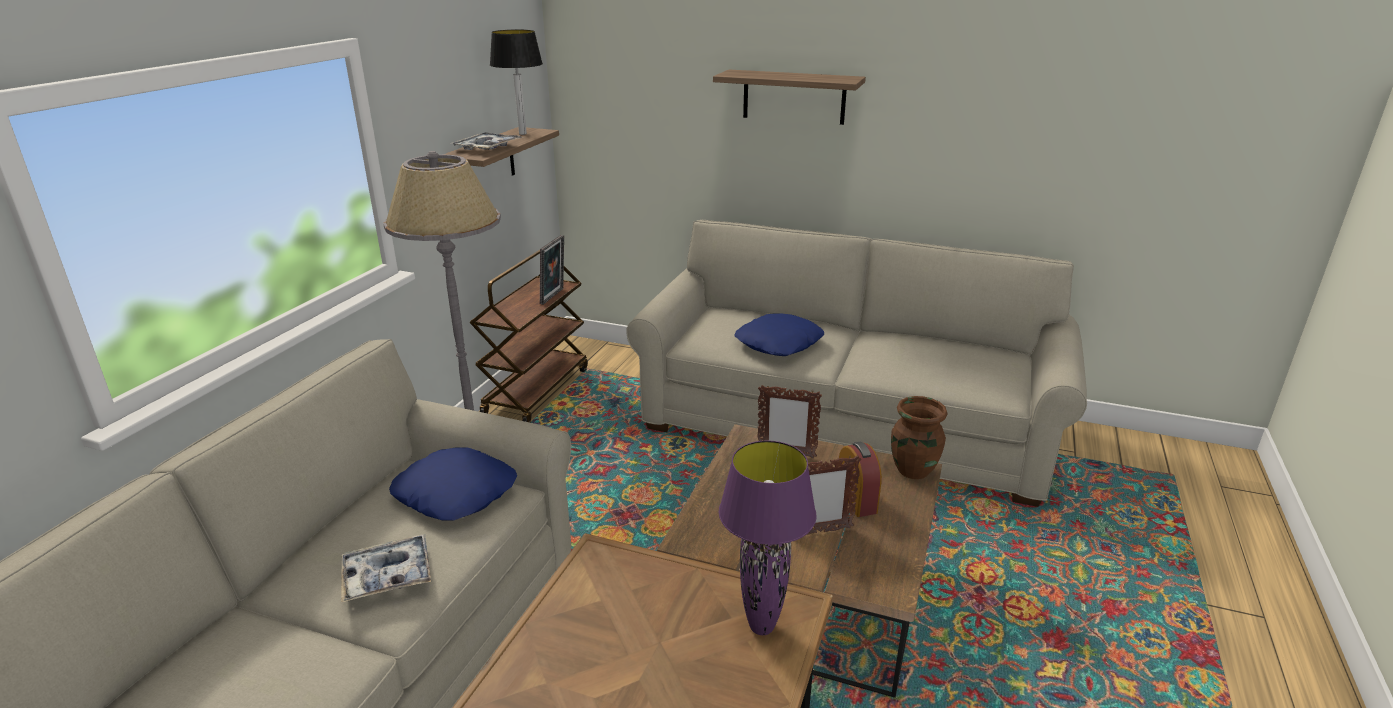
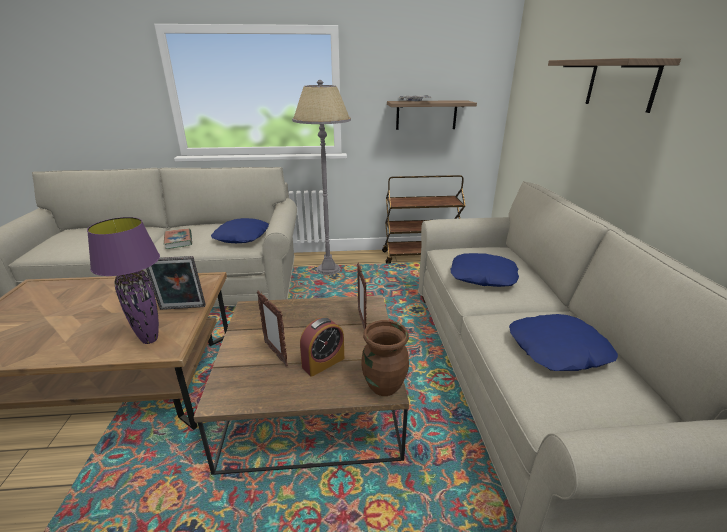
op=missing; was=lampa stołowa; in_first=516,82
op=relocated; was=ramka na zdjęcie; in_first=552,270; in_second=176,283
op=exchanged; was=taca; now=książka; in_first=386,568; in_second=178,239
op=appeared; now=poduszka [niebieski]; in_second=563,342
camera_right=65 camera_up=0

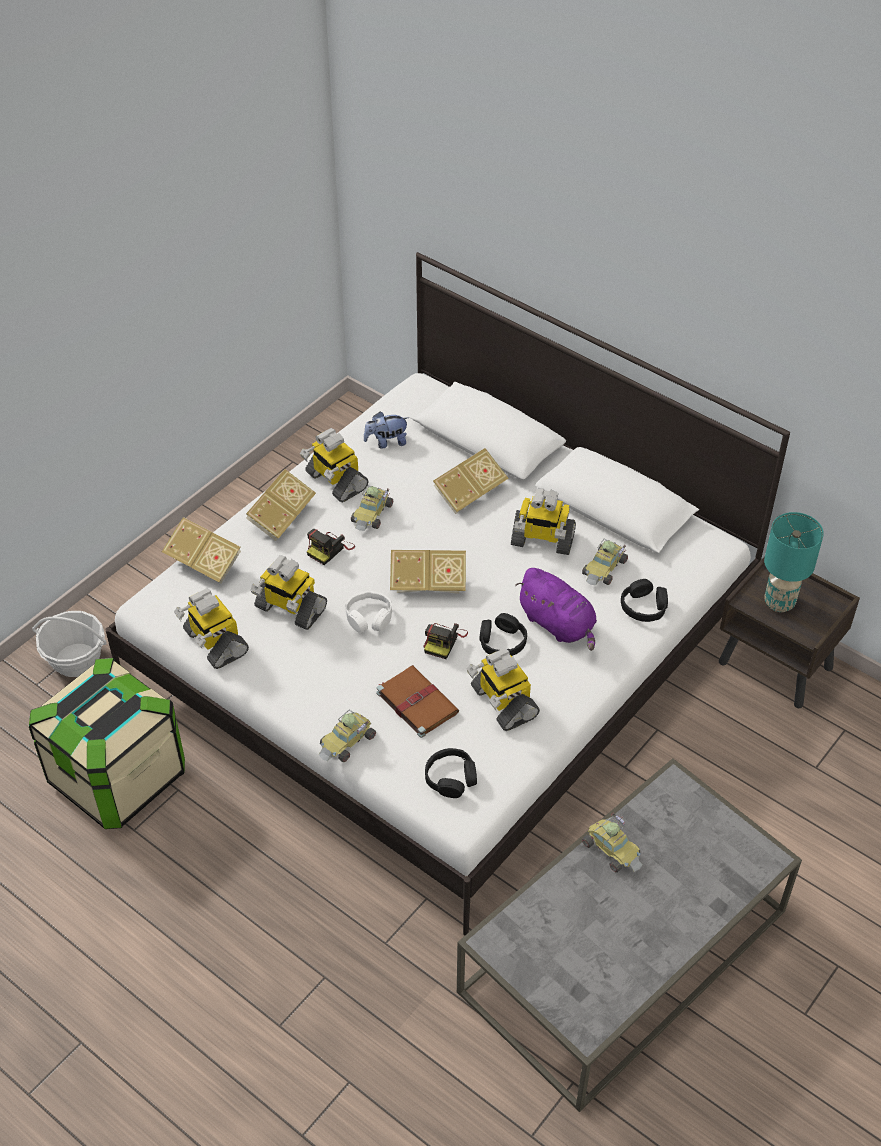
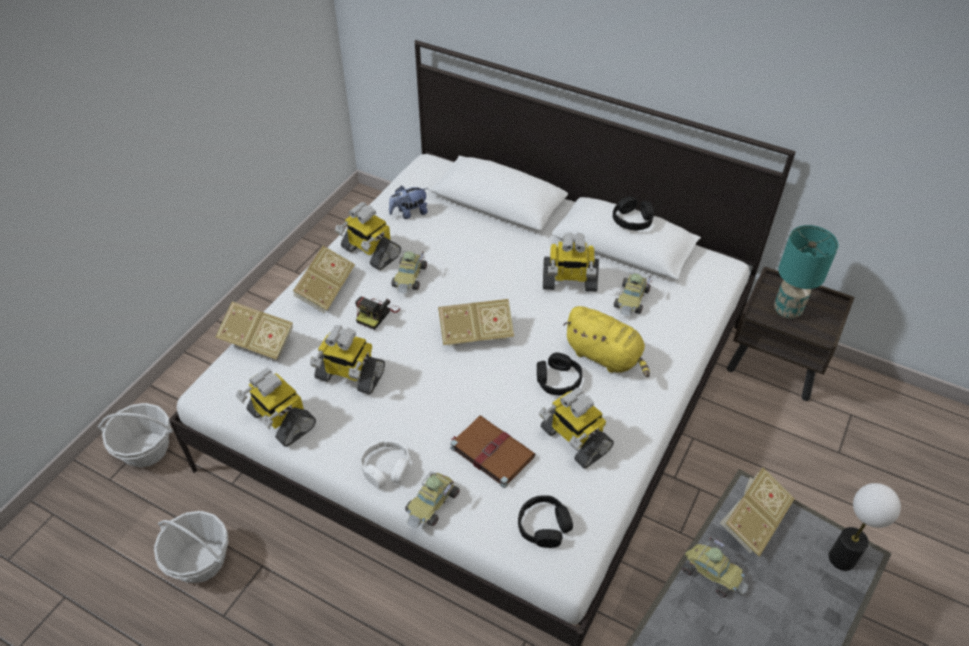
op=relocated; was=książka; in_first=471,481; in_second=757,512
op=colour; was=pluszak [fioletowy]; now=pluszak [żółty]; in_first=556,609; in_second=606,342
op=relocated; was=słuchawki [czarny]; in_first=644,600; in_second=633,213
op=relocated; was=słuchawki [biały]; in_first=369,612; in_second=385,463
op=missing; was=aparat fotograficzny; in_first=445,641
op=exchanged; was=pojemnik do przechowywania; now=koszyk; in_first=107,743; in_second=191,547
op=appeared; now=lampa stołowa; in_second=865,527
camera_right=-10 camera_up=0

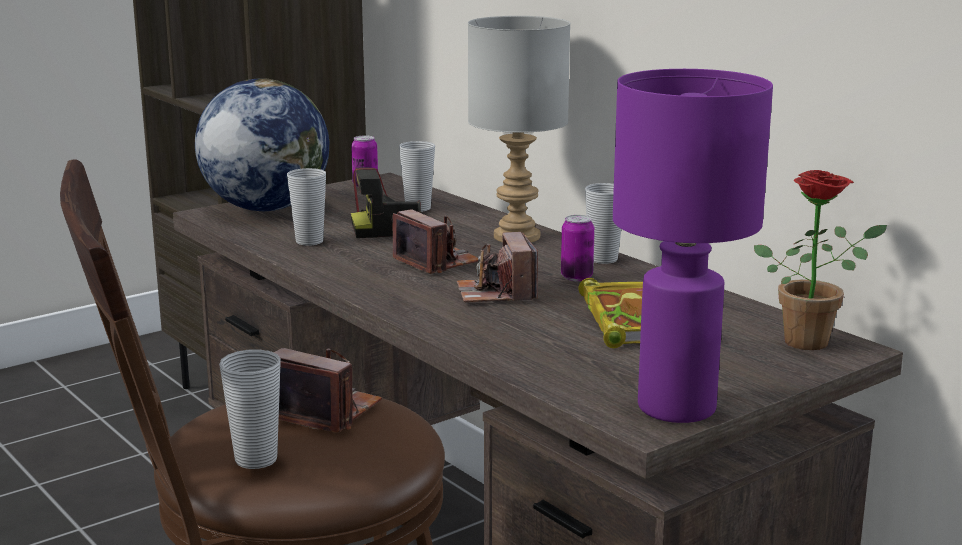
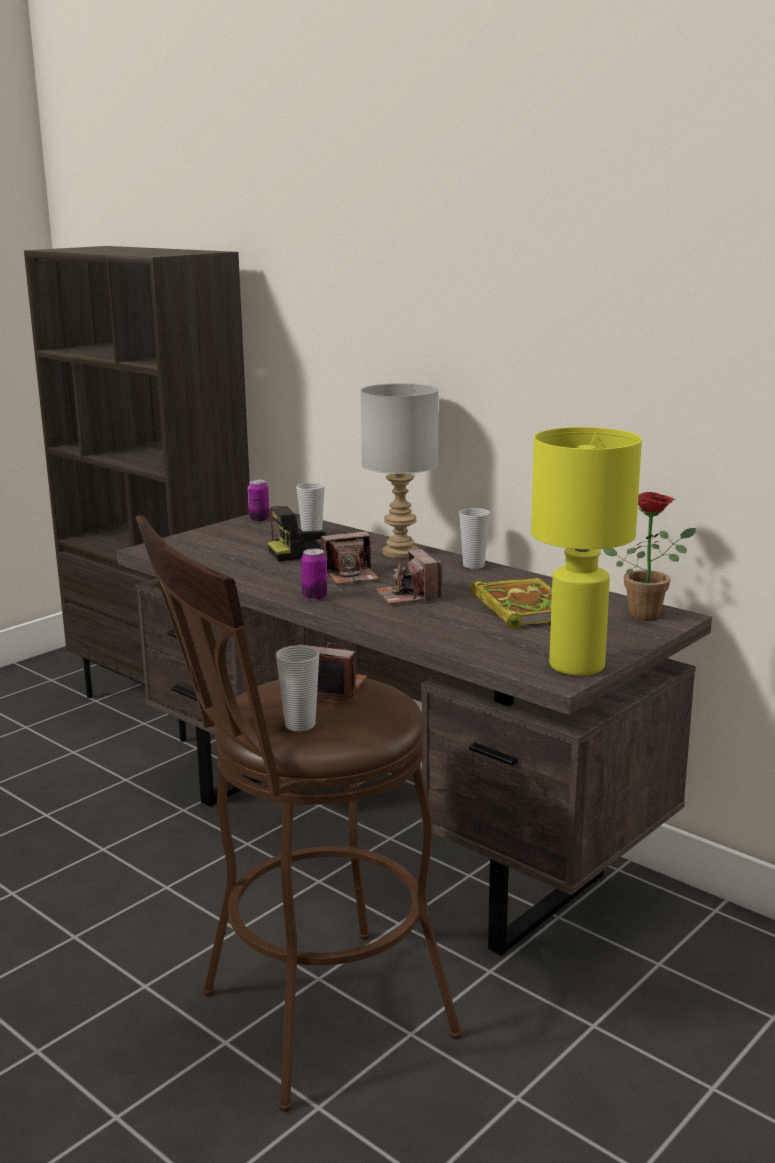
op=colour; was=lampa stołowa [fioletowy]; now=lampa stołowa [żółty]; in_first=693,246; in_second=586,551
op=missing; was=globus; in_first=262,144
op=missing; was=filiżanka; in_first=306,207
op=spun; was=aparat fotograficzny; in_first=435,242; in_second=350,557; clockwise=120
op=relocated; was=puszka; in_first=578,248; in_second=314,575
camera_right=-10 camera_up=0

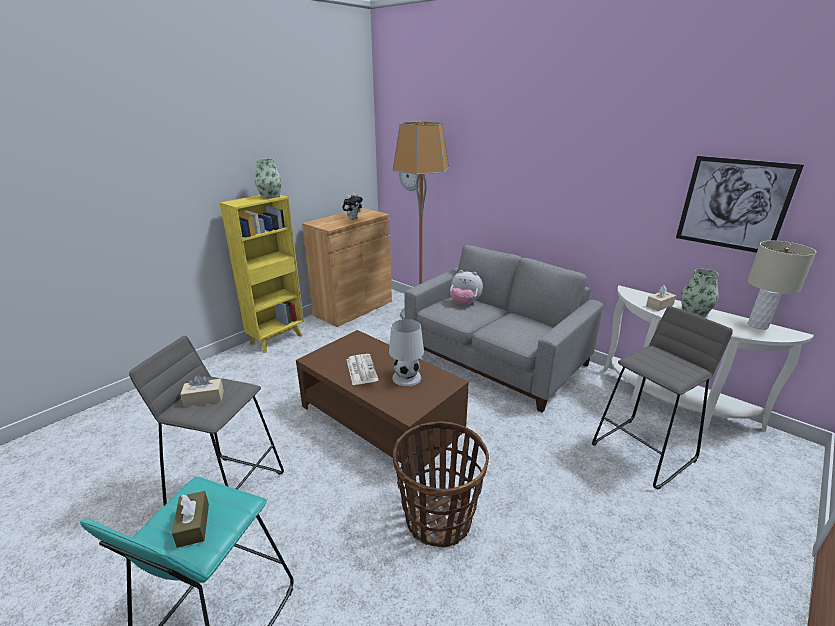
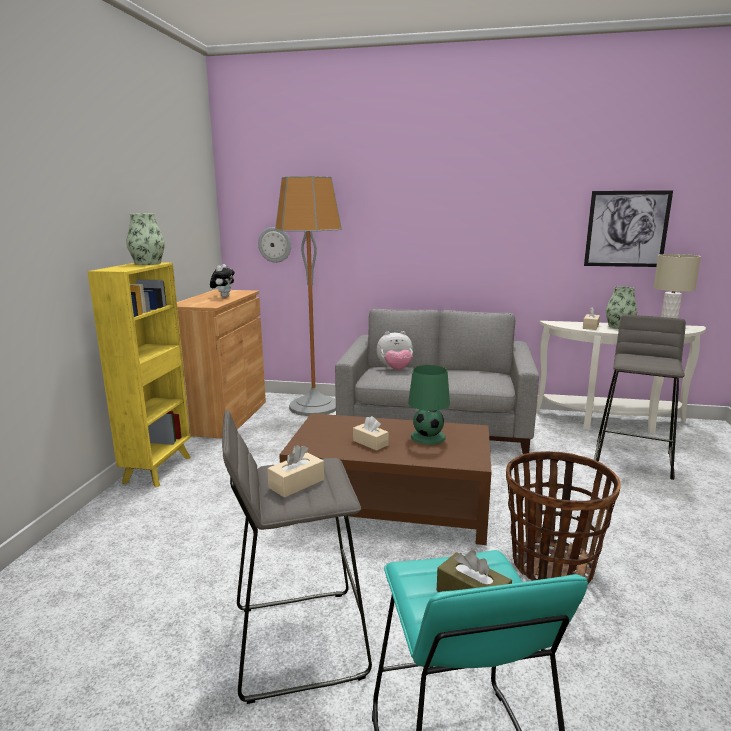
op=colour; was=lampa stołowa [biały]; now=lampa stołowa [zielony]; in_first=406,352; in_second=429,405
op=exchanged; was=gazeta; now=pudełko chusteczek [beżowy]; in_first=362,369; in_second=371,433
camera_right=-30 camera_up=-10

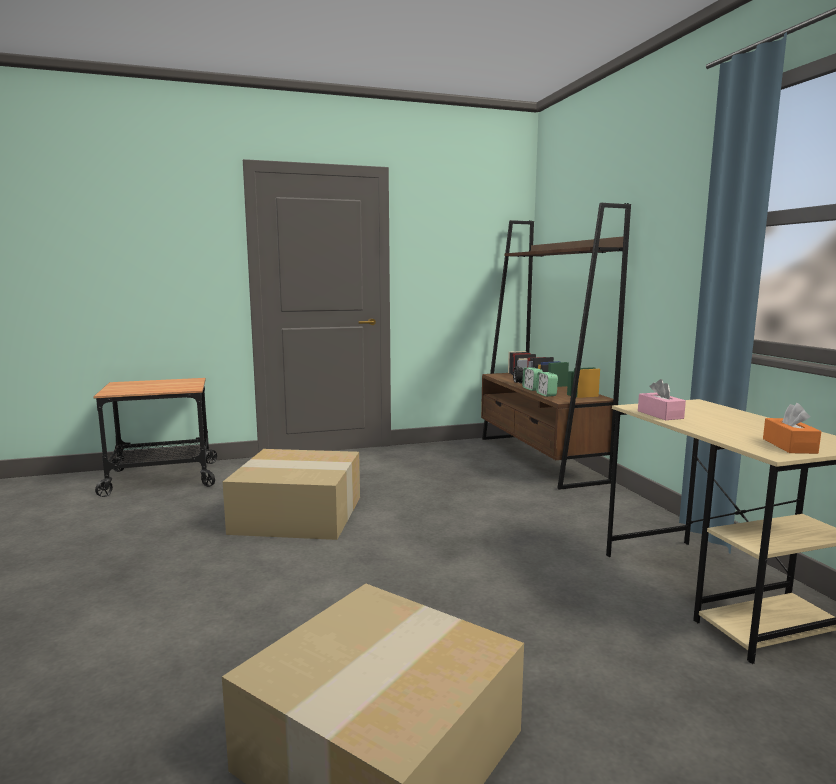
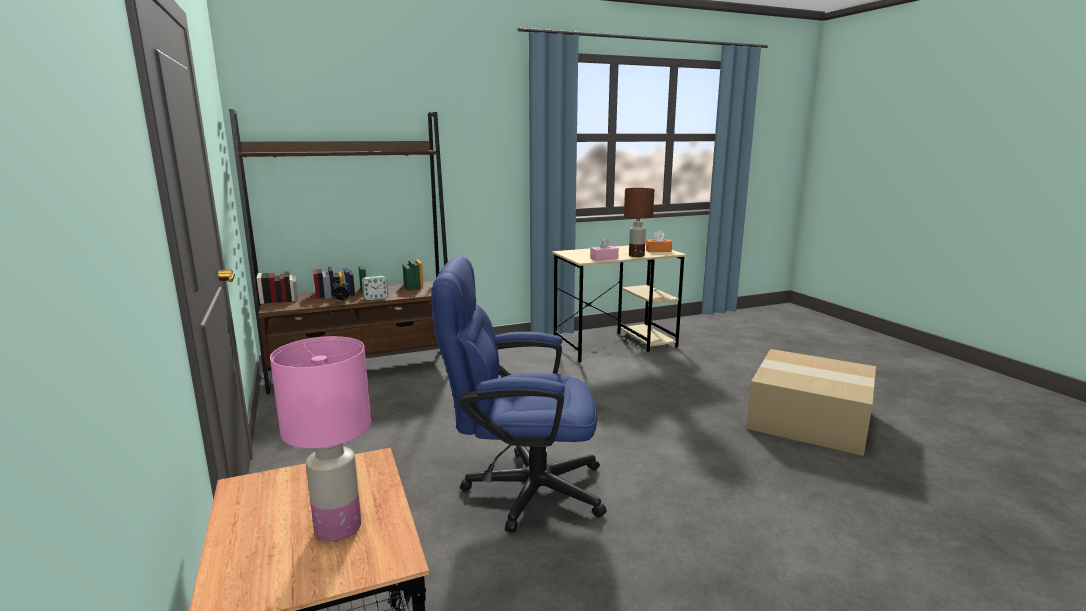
op=missing; was=budzik; in_first=547,384
op=exchanged; was=karton; now=krzesło biurowe [niebieski]; in_first=291,494; in_second=518,394
op=appeared; now=lampa stołowa [brązowy]; in_second=639,222
op=appeared; now=lampa stołowa [różowy]; in_second=320,438
camera_right=-95 camera_up=5

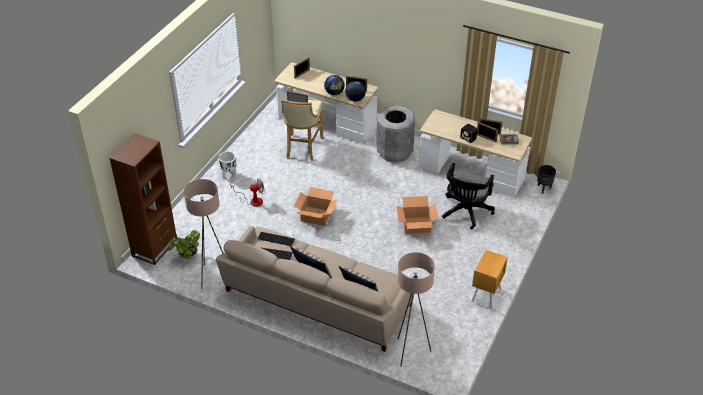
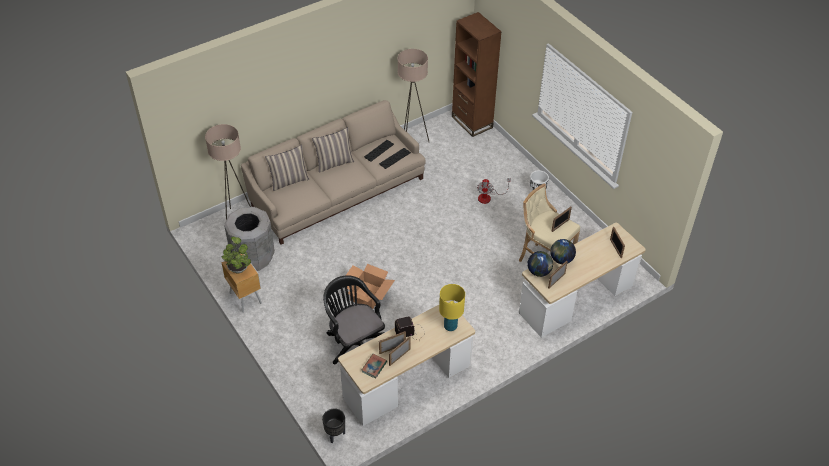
op=relocated; was=kosz na śmieci [szary]; in_first=396,134; in_second=249,239
op=missing; was=karton; in_first=315,206
op=relocated; was=roślina doniczkowa; in_first=184,244; in_second=236,255
op=appeared; now=lampa stołowa [żółty]; in_second=452,307
camera_right=120 camera_up=5

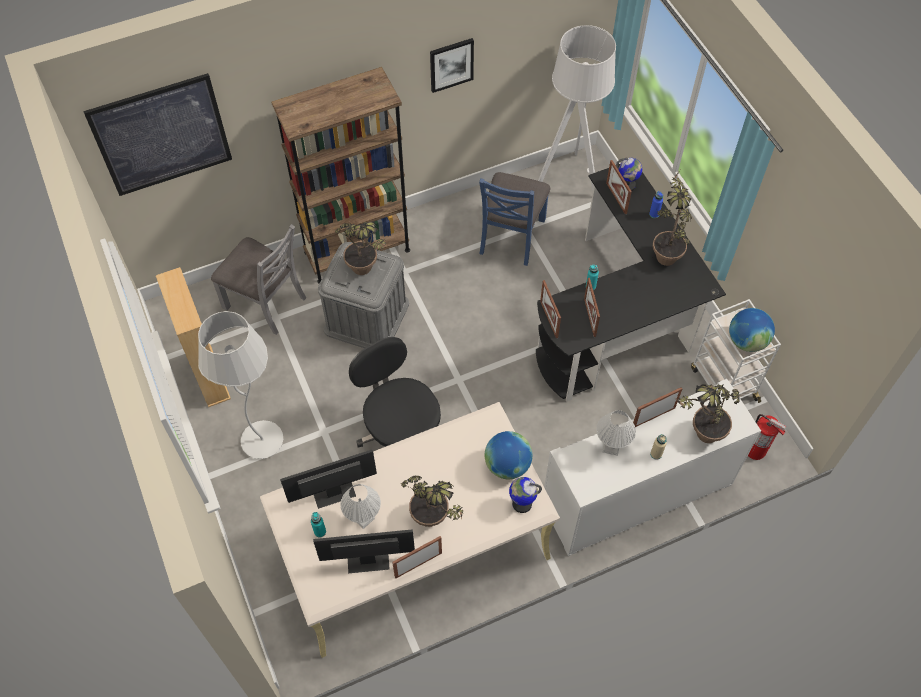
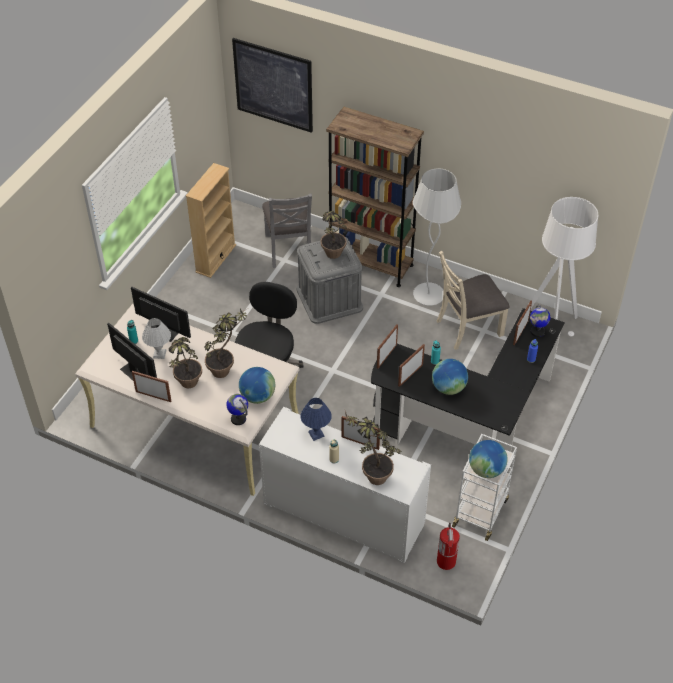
op=missing; was=obraz; in_first=452,65
op=relocated; was=roślina doniczkowa; in_first=672,218; in_second=225,343
op=colour; was=krzesło [niebieski]; now=krzesło [beżowy]; in_first=514,219; in_second=473,300
op=relocated; was=lampa stojąca [biały]; in_first=240,385; in_second=437,237
op=colour; was=lampa stołowa [biały]; now=lampa stołowa [niebieski]; in_first=616,433; in_second=316,419
op=appeared; now=globus; in_second=450,377
camera_right=50 camera_up=-10

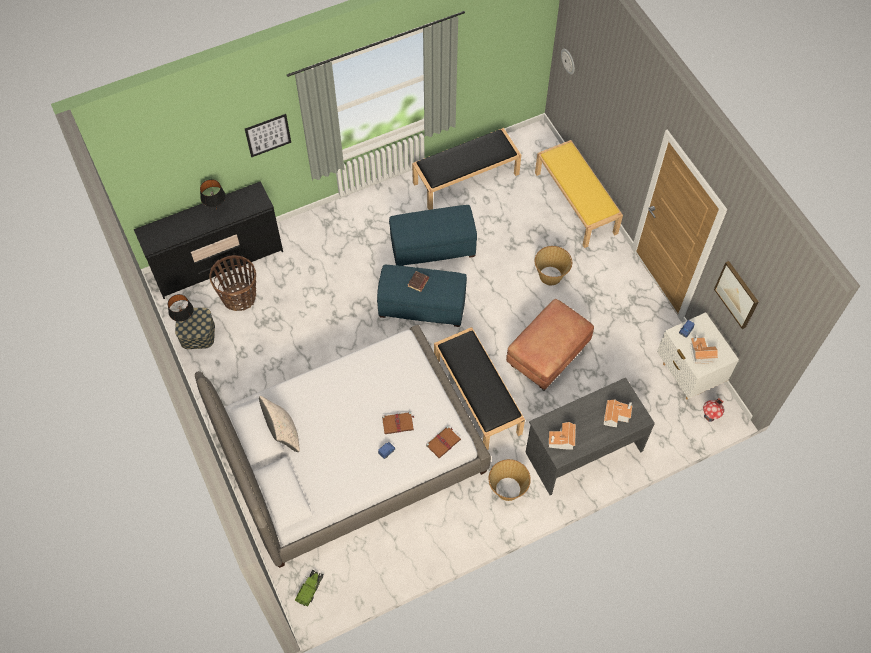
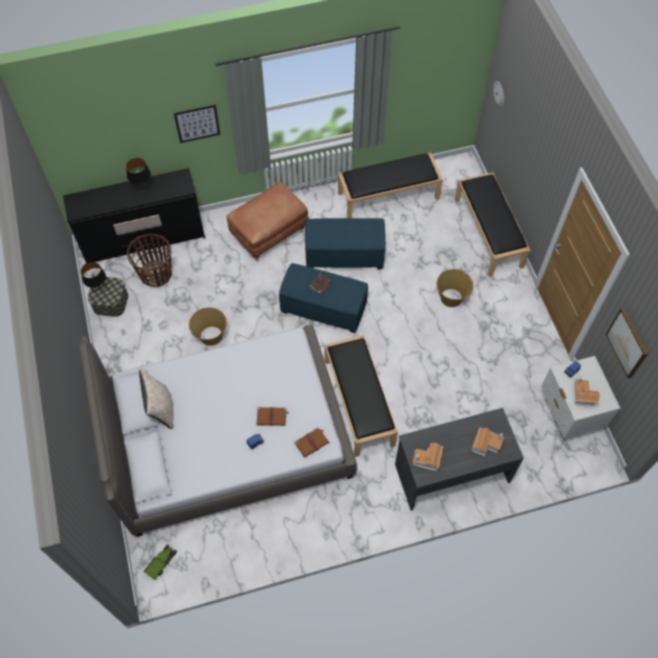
op=colour; was=ławka [żółty]; now=ławka [czarny]; in_first=579,194; in_second=492,224
op=relocated; was=pufa [brązowy]; in_first=550,345; in_second=267,221
op=missing; was=domek; in_first=713,410
op=relocated; was=koszyk; in_first=509,480; in_second=208,326
camera_right=10 camera_up=0

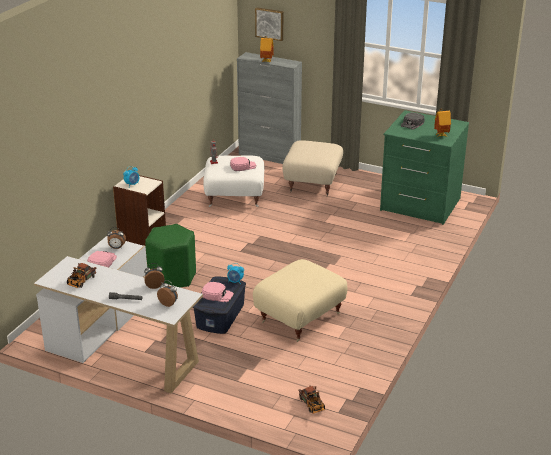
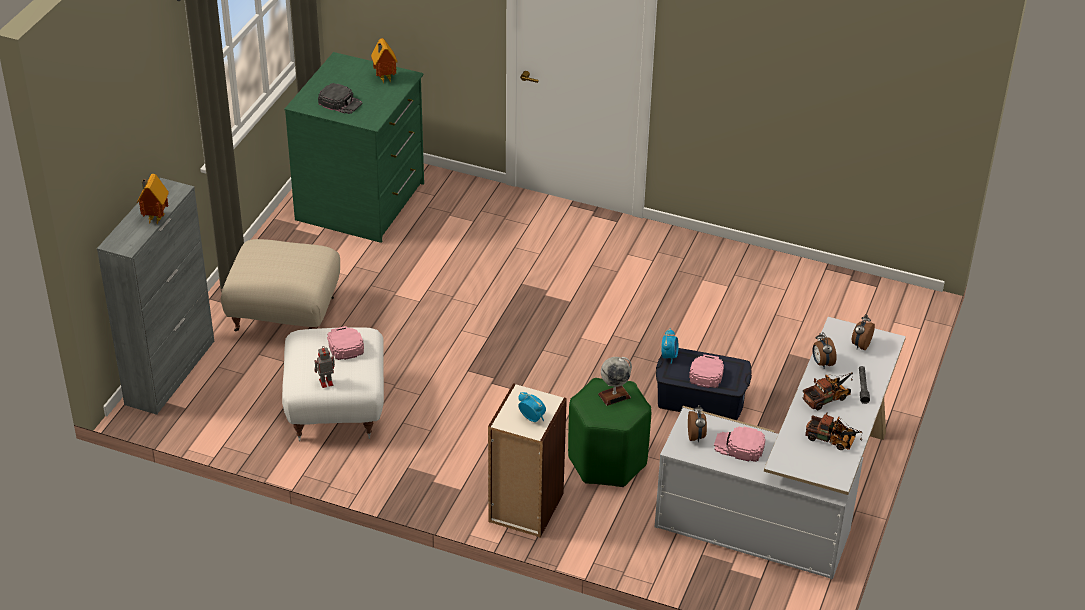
op=missing; was=obraz; in_first=269,24
op=missing; was=pufa [beżowy]; in_first=300,300
op=relocated; was=ciężarówka zabawkowa; in_first=311,399; in_second=828,391
op=appeared; now=globus; in_second=615,381
camera_right=-95 camera_up=10

